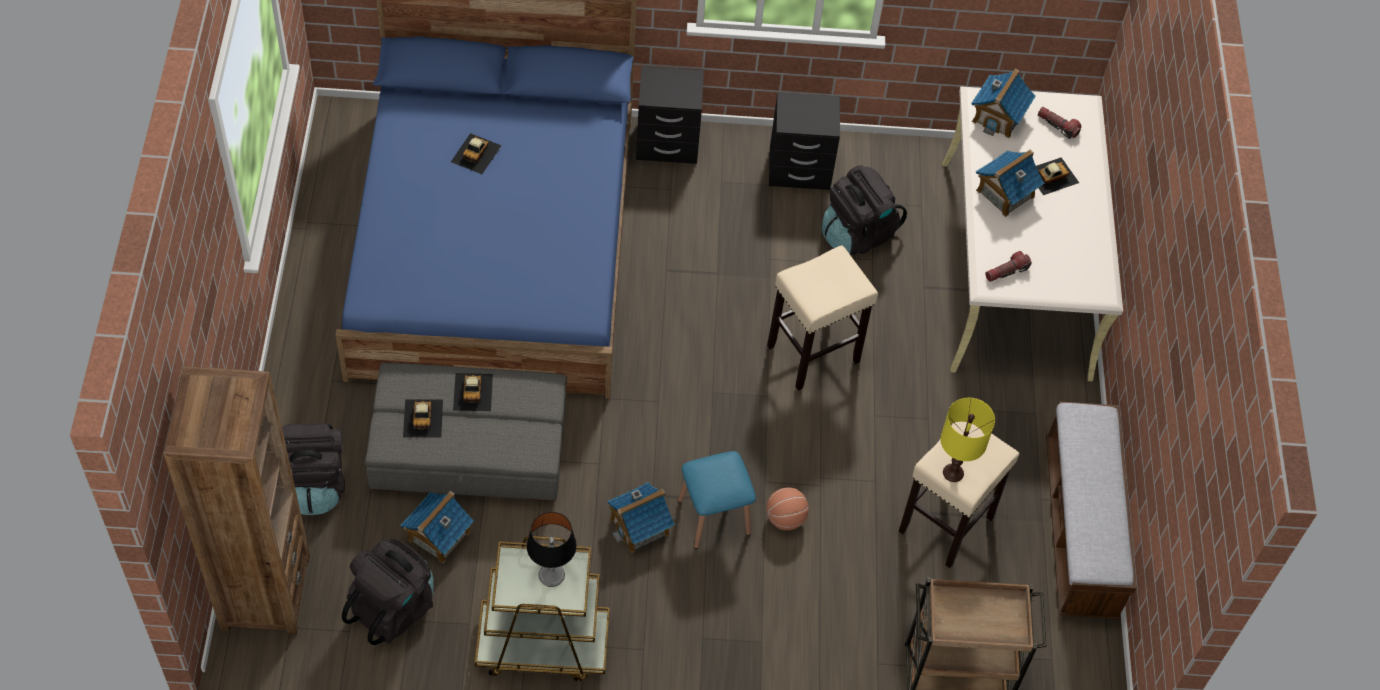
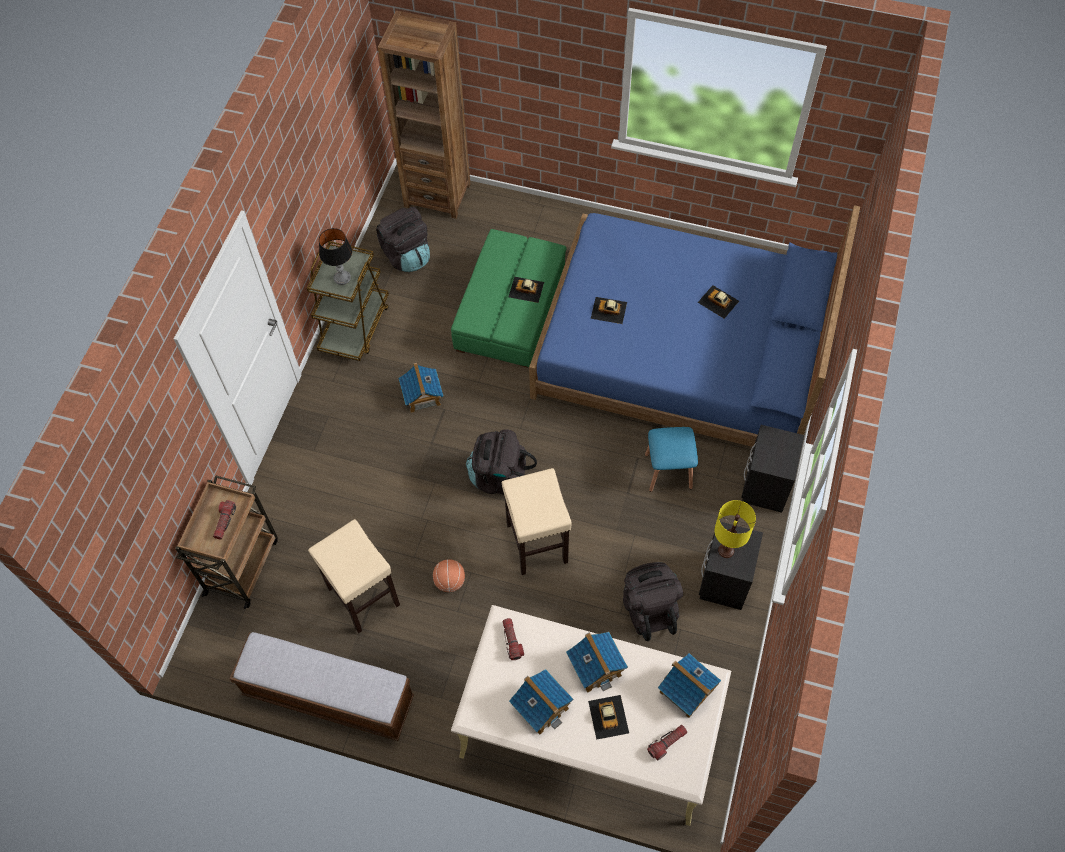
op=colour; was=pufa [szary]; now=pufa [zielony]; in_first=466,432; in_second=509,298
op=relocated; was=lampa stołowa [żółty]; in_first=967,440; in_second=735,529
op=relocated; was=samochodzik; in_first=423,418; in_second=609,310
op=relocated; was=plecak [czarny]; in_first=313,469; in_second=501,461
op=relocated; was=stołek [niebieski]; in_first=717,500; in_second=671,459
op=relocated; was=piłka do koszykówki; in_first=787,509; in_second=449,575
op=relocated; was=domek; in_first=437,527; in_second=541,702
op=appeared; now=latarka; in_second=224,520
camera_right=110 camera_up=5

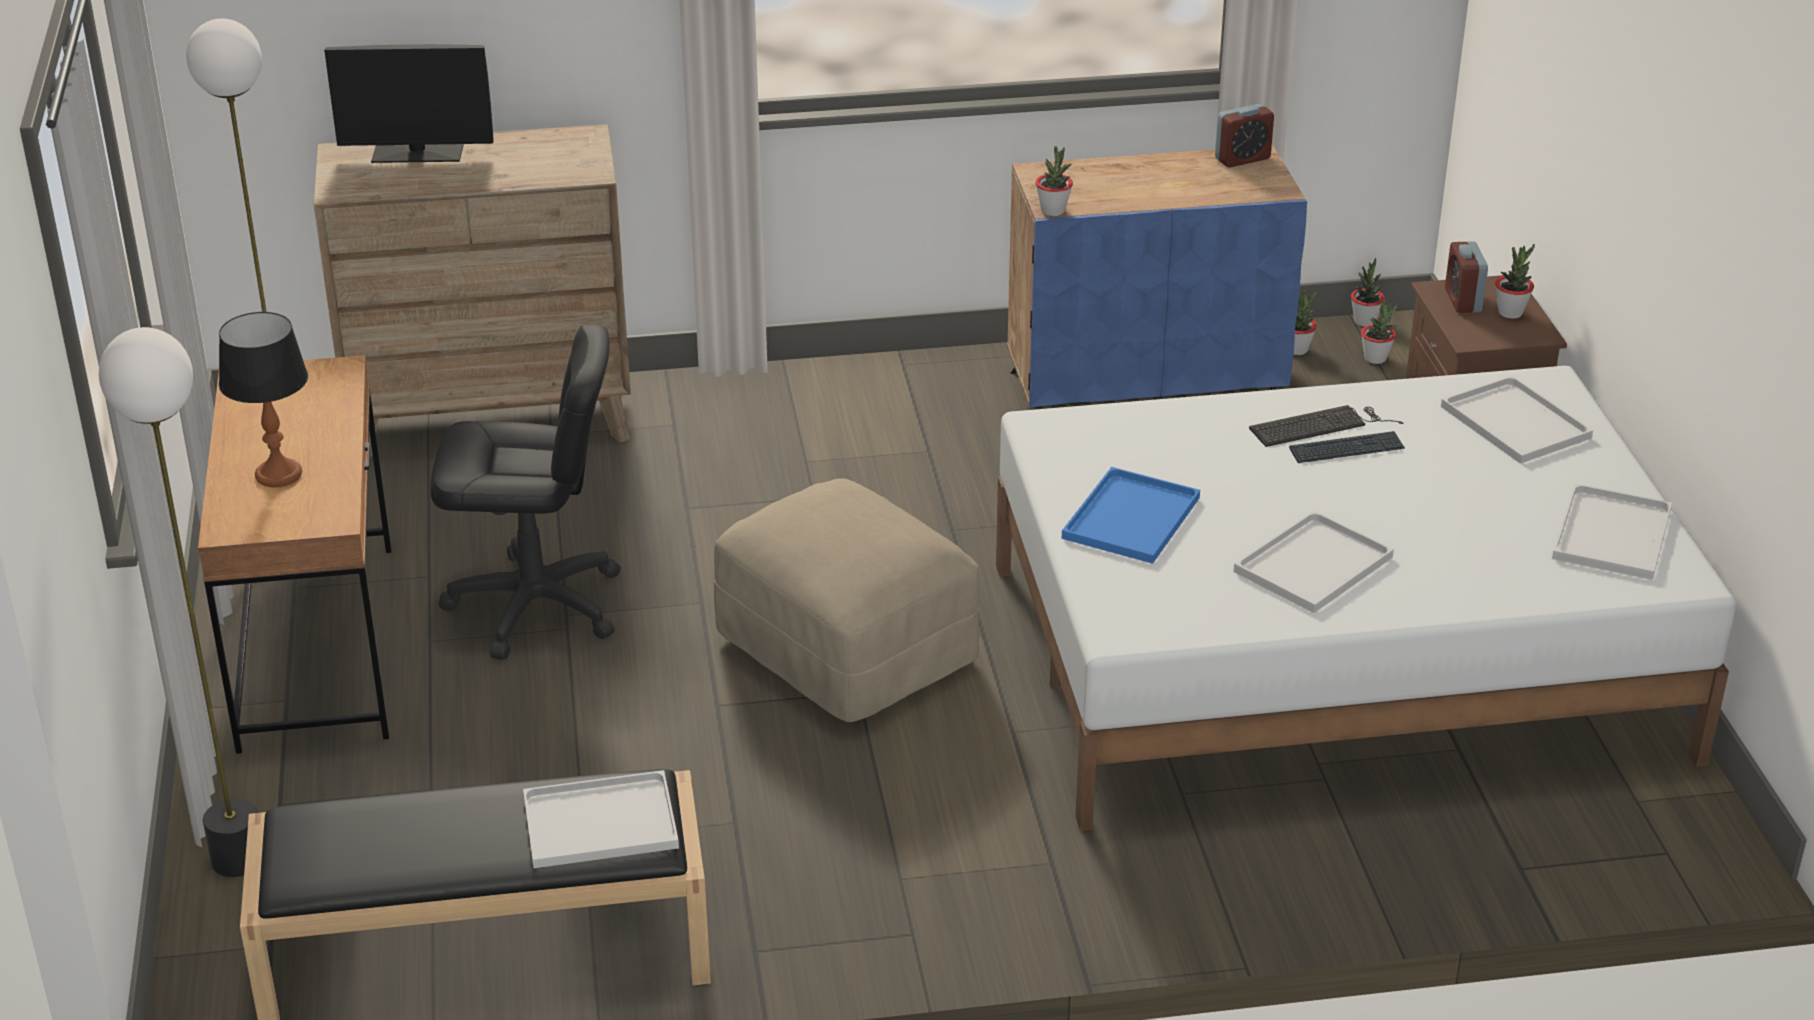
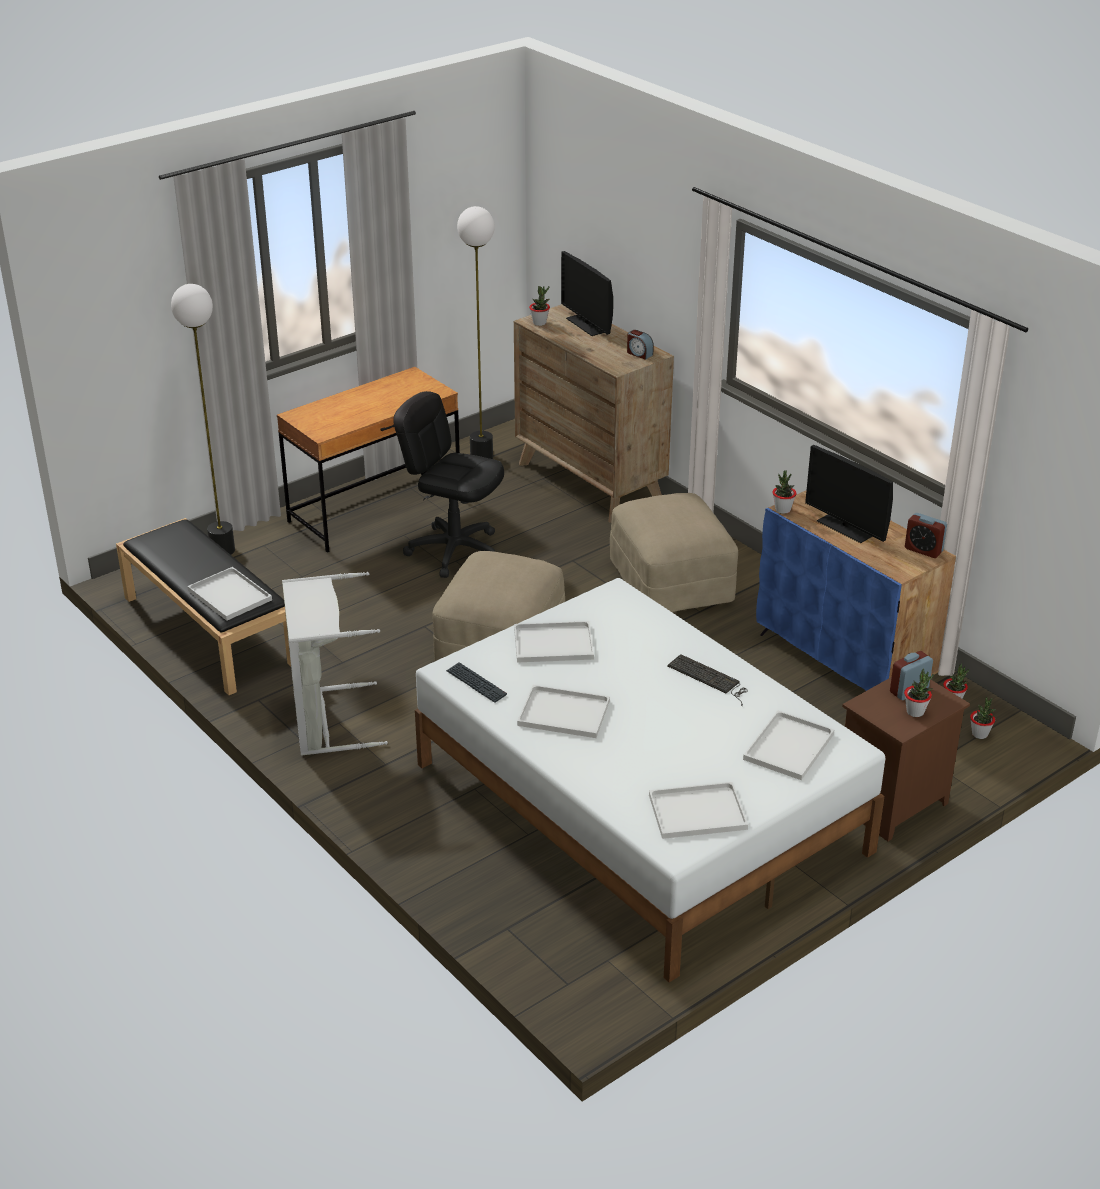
op=relocated; was=roślina doniczkowa; in_first=1368,292; in_second=539,306
op=missing; was=lampa stołowa; in_first=263,399
op=spun; was=krzesło biurowe [czarny]; in_first=525,492; in_second=448,484; clockwise=150
op=relocated; was=klawiatura; in_first=1347,447; in_second=476,682
op=colour; was=taca [niebieski]; now=taca [biały]; in_first=1131,515; in_second=554,642
op=appeared; now=budzik; in_second=640,345
op=appeared; now=monitor; in_second=849,494
op=appeared; now=pufa [beżowy]; in_second=674,552
op=appeared; now=kosz na pranie [szary]; in_second=335,664
camera_right=60 camera_up=0

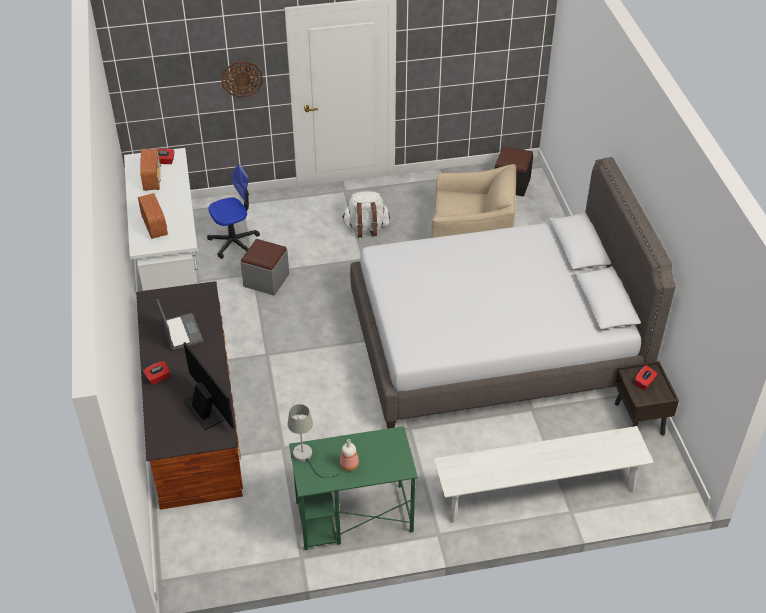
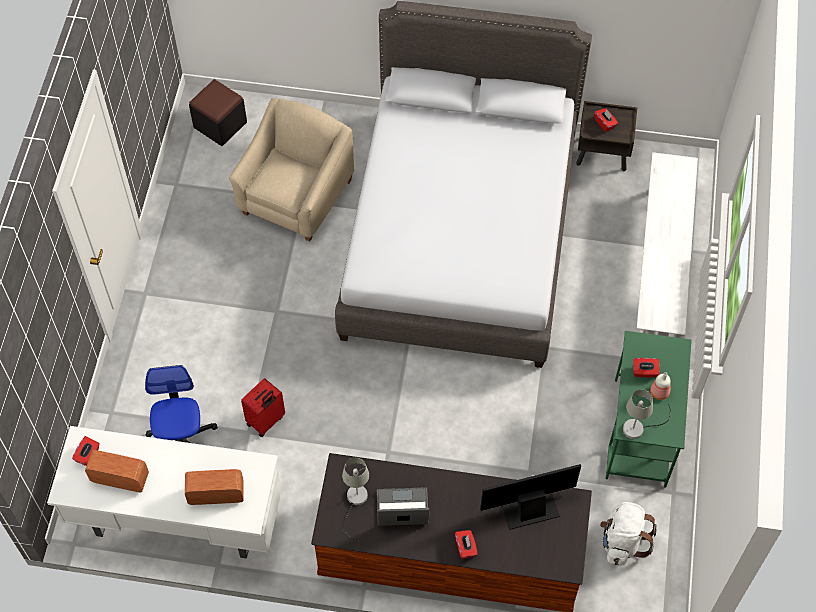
op=missing; was=zegar ścienny; in_first=242,79
op=relocated; was=plecak [biały]; in_first=366,214; in_second=628,533
op=exchanged; was=pufa [szary]; now=walizka [czerwony]; in_first=265,267; in_second=263,407
op=appeared; now=pudełko chusteczek [czerwony]; in_second=646,368
op=appeared; now=lampa stołowa [szary]; in_second=355,499
camera_right=-70 camera_up=15

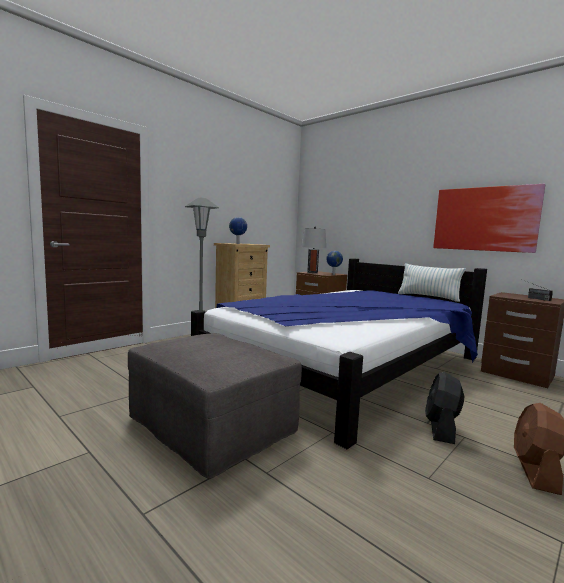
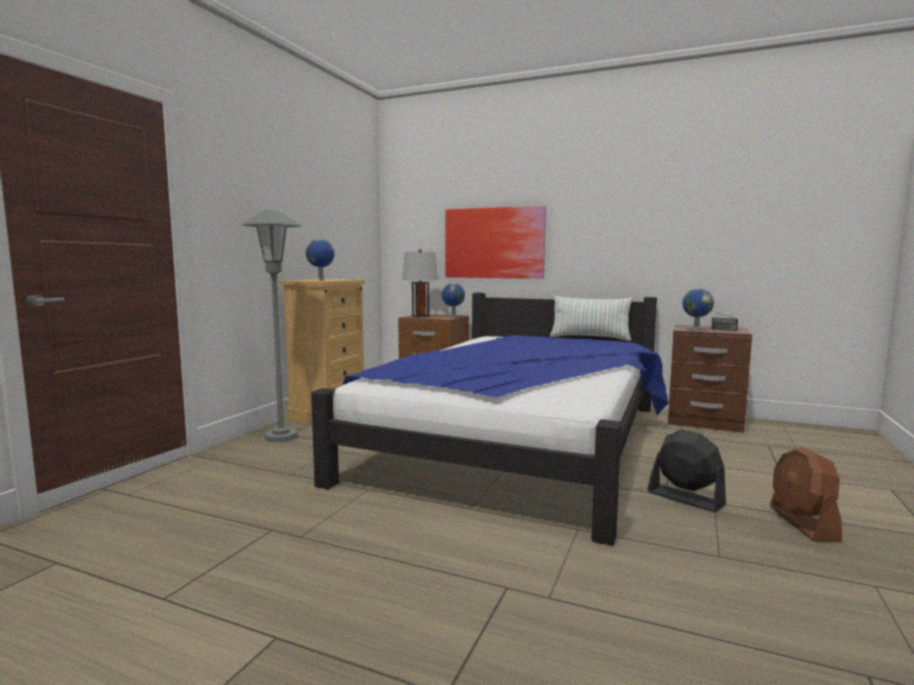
op=relocated; was=obraz; in_first=489,218; in_second=496,242
op=missing; was=pufa [szary]; in_first=215,406
op=spun; was=wentylator [czarny]; in_first=444,408; in_second=686,470; clockwise=135
op=appeared; now=globus; in_second=698,309
camera_right=-20 camera_up=0

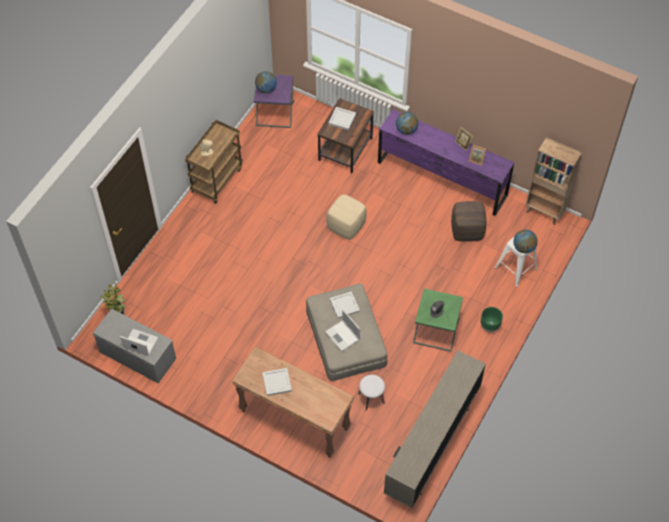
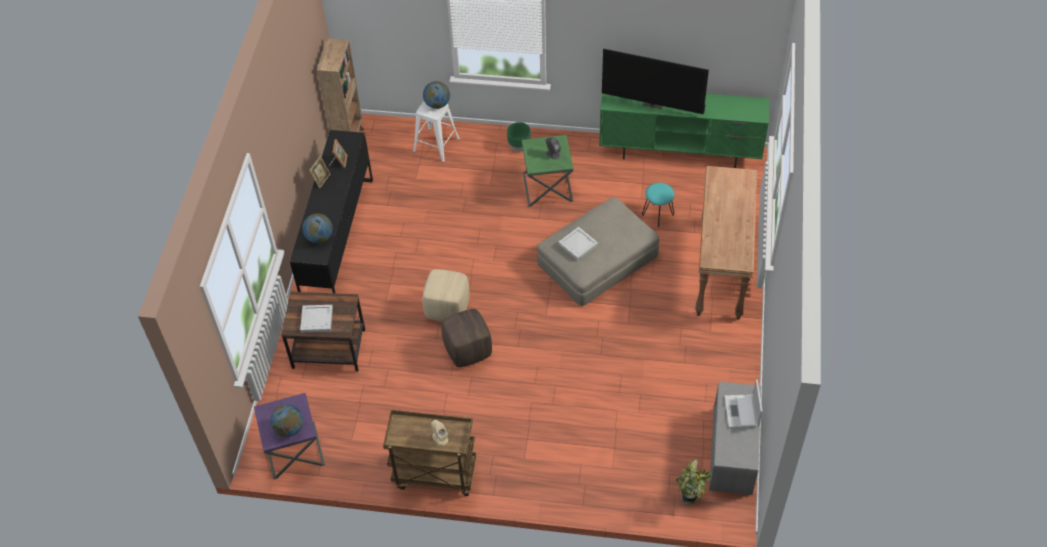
op=colour; was=komoda [fioletowy]; now=komoda [czarny]; in_first=446,162; in_second=331,211
op=relocated; was=pufa [brązowy]; in_first=468,221; in_second=466,338
op=missing; was=laptop; in_first=342,330
op=colour; was=szafka pod telewizor [beżowy]; now=szafka pod telewizor [zielony]; in_first=435,429; in_second=684,130
op=missing; was=taca [biały]; in_first=277,382
op=colour; was=stołek [biały]; now=stołek [turkusowy]; in_first=371,393; in_second=658,205
op=appeared; now=telewizor; in_second=655,81
camera_right=-110 camera_up=-5

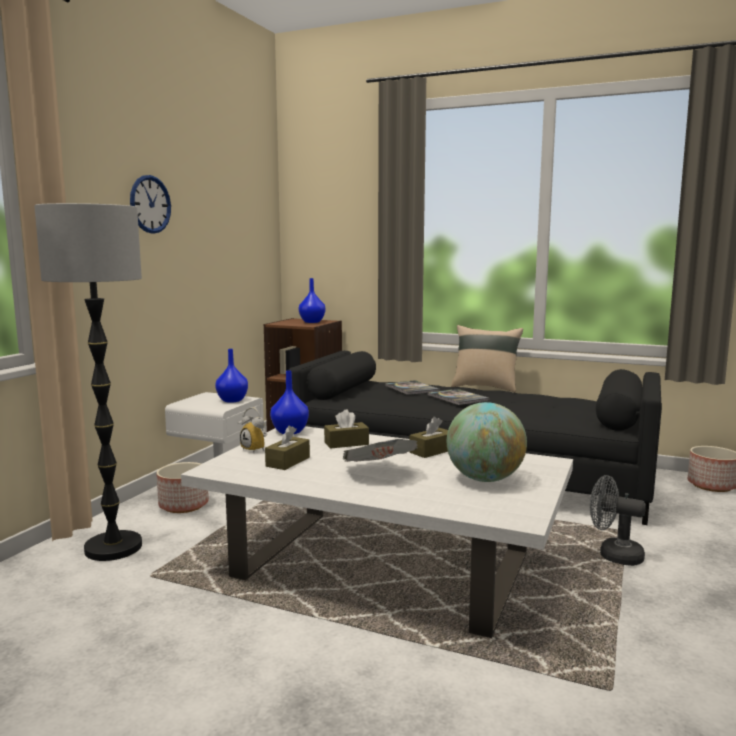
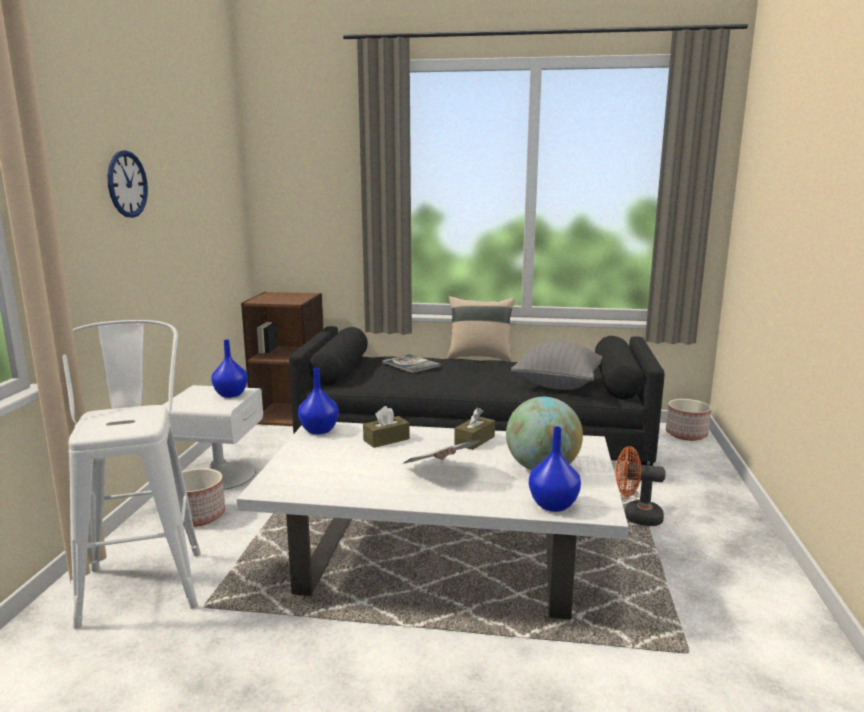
op=exchanged; was=lampa stojąca; now=stołek [biały]; in_first=88,382; in_second=131,474
op=relocated; was=wazon [niebieski]; in_first=312,300; in_second=555,469
op=missing; was=książka; in_first=459,397
op=missing; was=budzik; in_first=254,429
op=missing; was=pudełko chusteczek [brązowy]; in_first=287,447
op=colour; was=wentylator [szary]; now=wentylator [pomarańczowy]; in_first=618,520; in_second=640,486
op=appeared; now=poduszka [szary]; in_second=556,365
camera_right=-15 camera_up=5

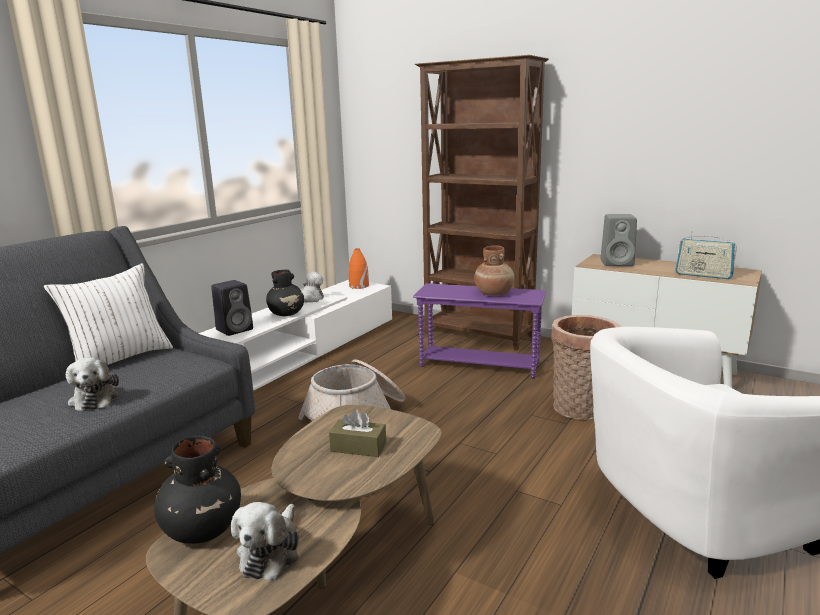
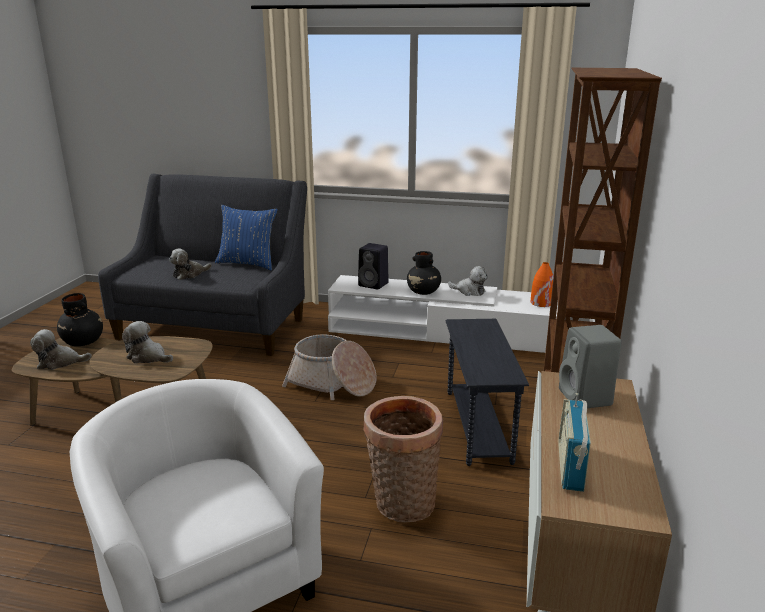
op=missing; was=wazon [brązowy]; in_first=494,271
op=colour; was=poduszka [biały]; now=poduszka [niebieski]; in_first=108,314; in_second=246,237
op=colour; was=stolik [fioletowy]; now=stolik [szary]; in_first=479,330; in_second=487,392
op=exchanged; was=pudełko chusteczek [brązowy]; now=pluszak; in_first=357,433; in_second=147,342
camera_right=70 camera_up=5

